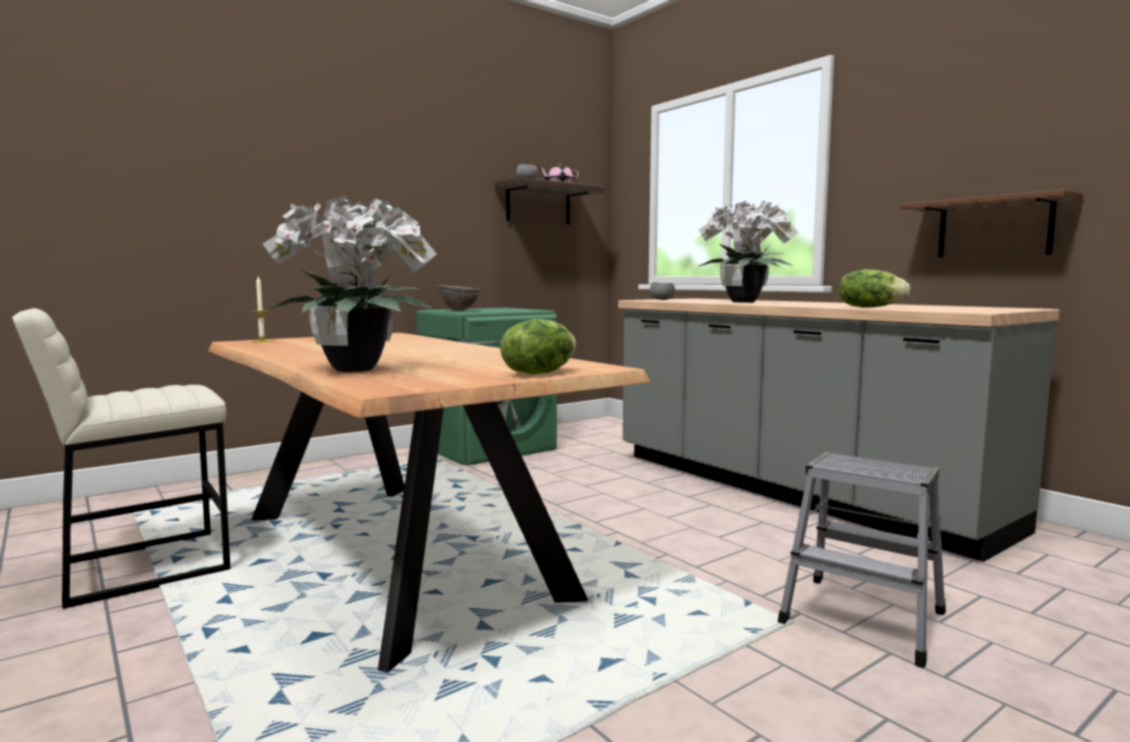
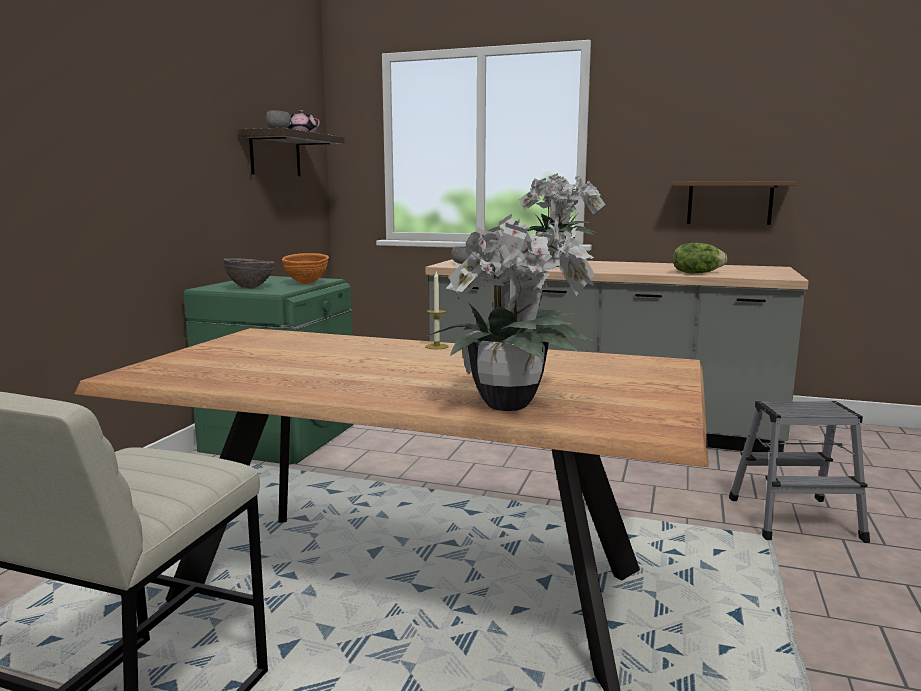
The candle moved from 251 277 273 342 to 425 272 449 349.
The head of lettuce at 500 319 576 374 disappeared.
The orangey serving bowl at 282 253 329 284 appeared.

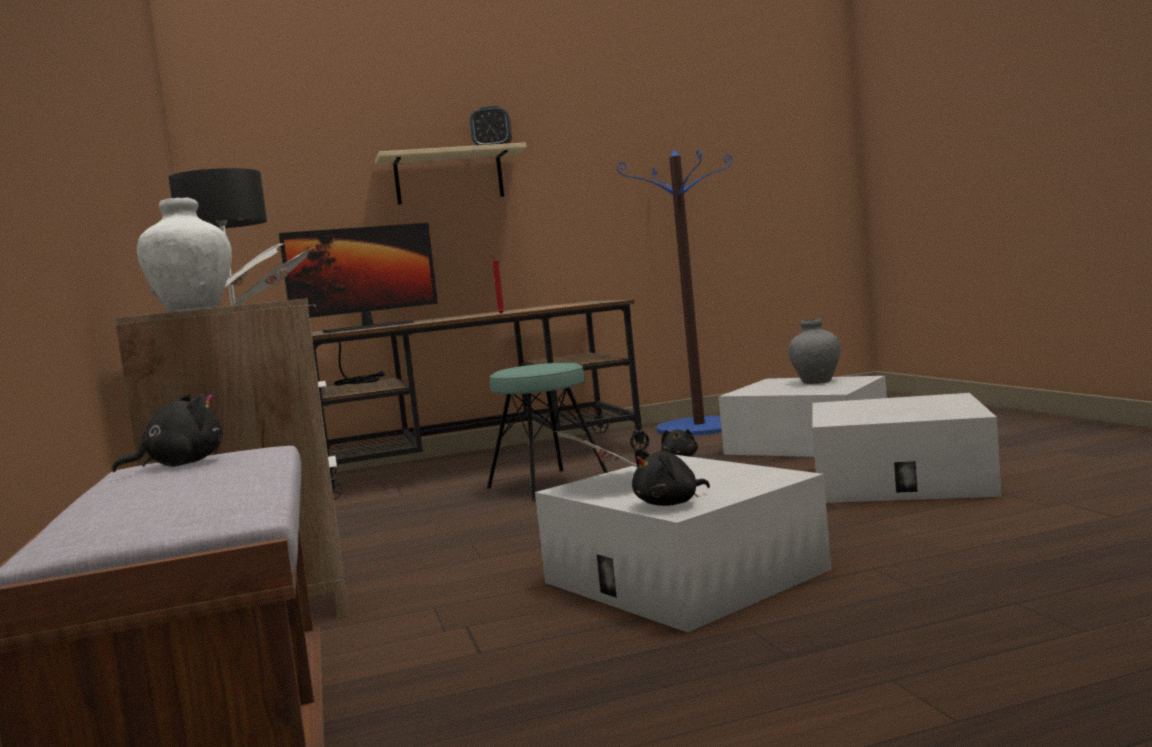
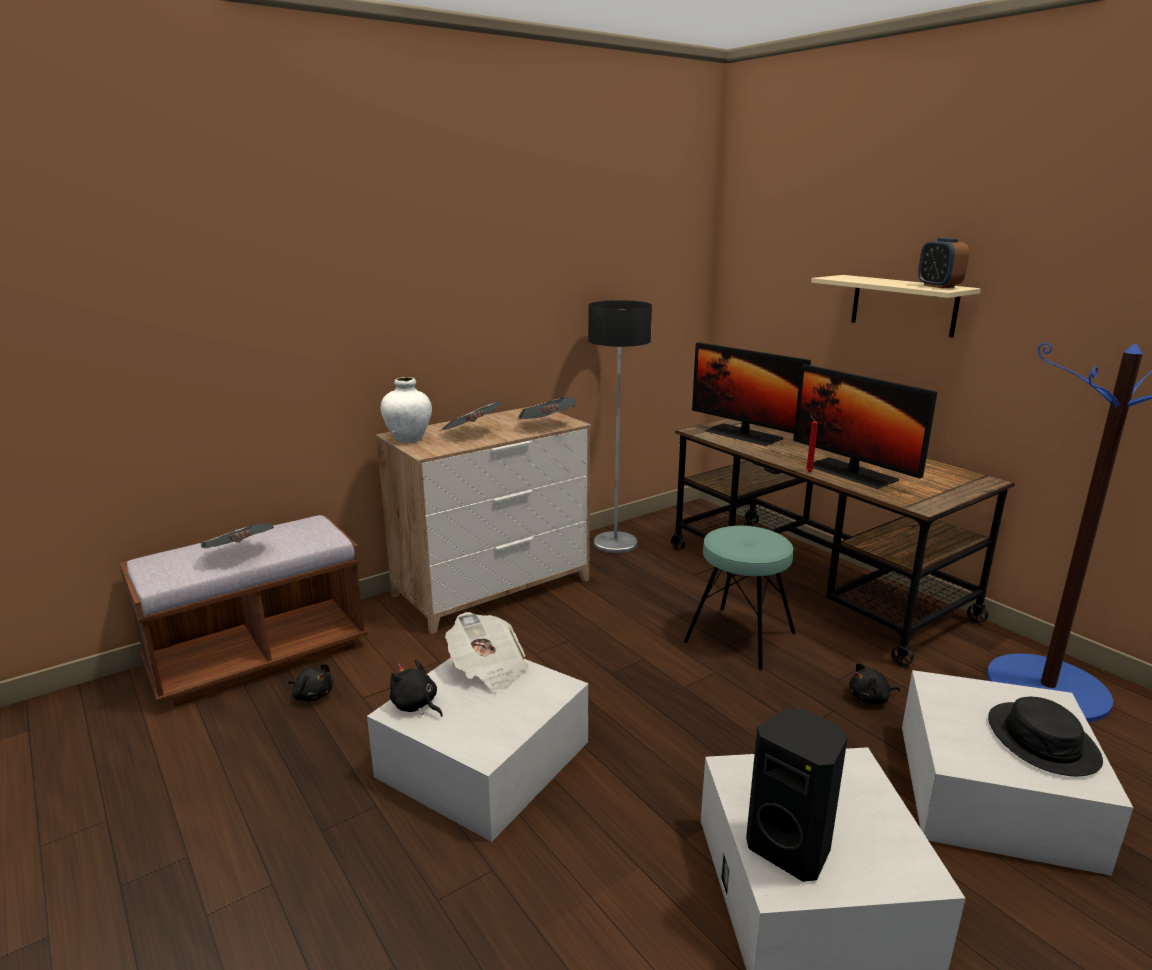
The gray vase at 788 318 840 384 was replaced by the blackish wearable hat at 988 697 1103 776.
The blackish plush toy moved from 112 394 223 473 to 288 664 333 702.
The computer screen at 793 364 937 489 appeared.
The printed paper at 201 523 274 549 appeared.
The blackish speaker at 746 709 848 882 appeared.

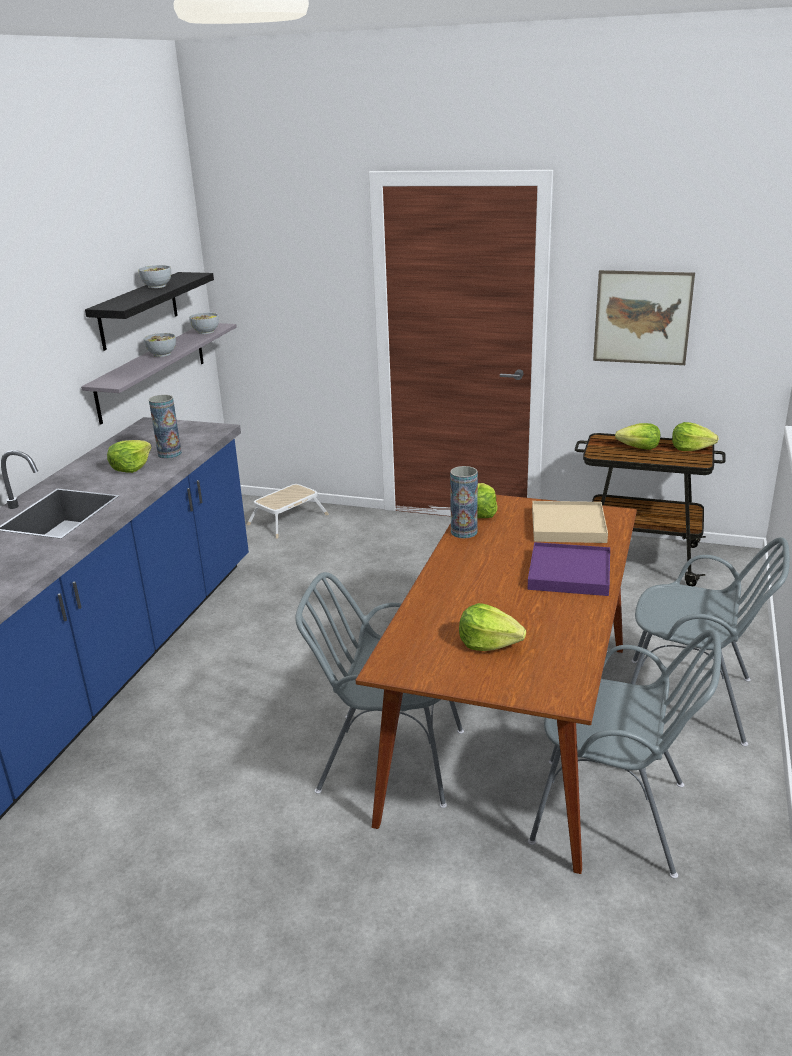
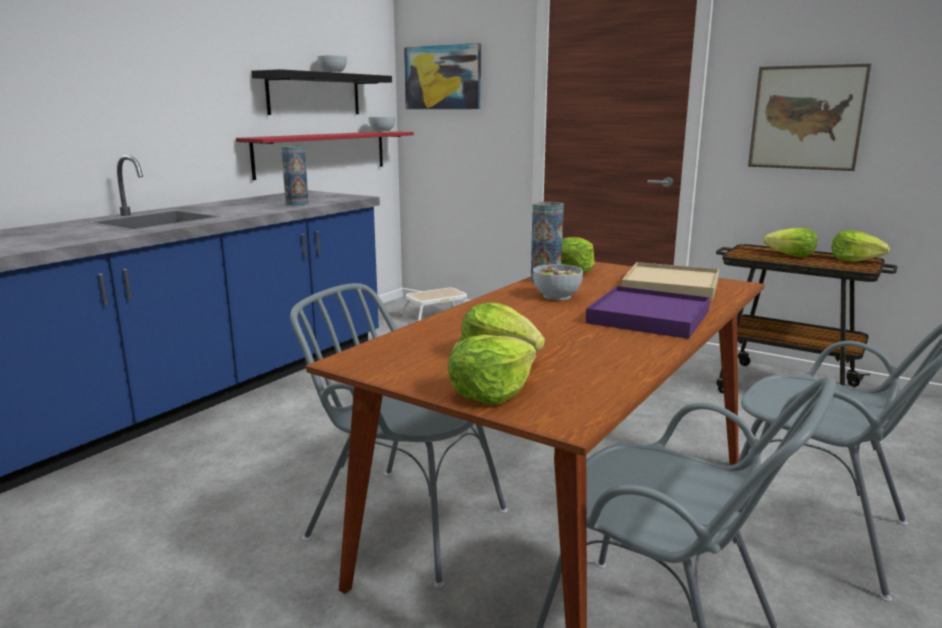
The gray wall shelf at 81 323 237 425 became the red wall shelf at 236 131 414 180.
The serving bowl moved from 143 333 176 357 to 533 264 583 300.
The head of lettuce moved from 107 440 152 473 to 447 335 536 405.
The wall art at 404 43 481 109 appeared.

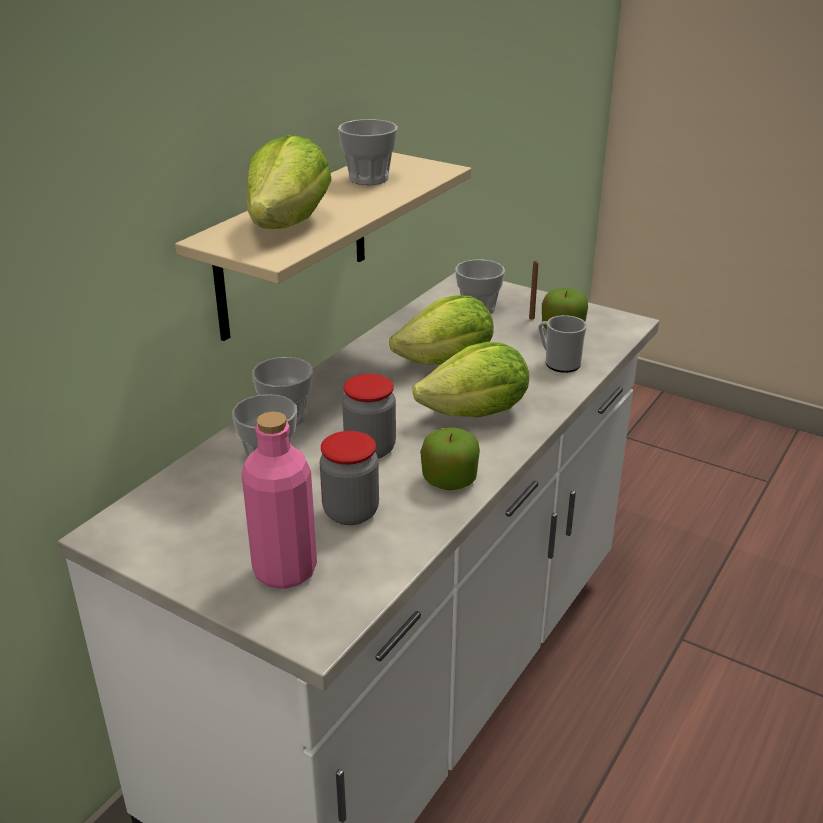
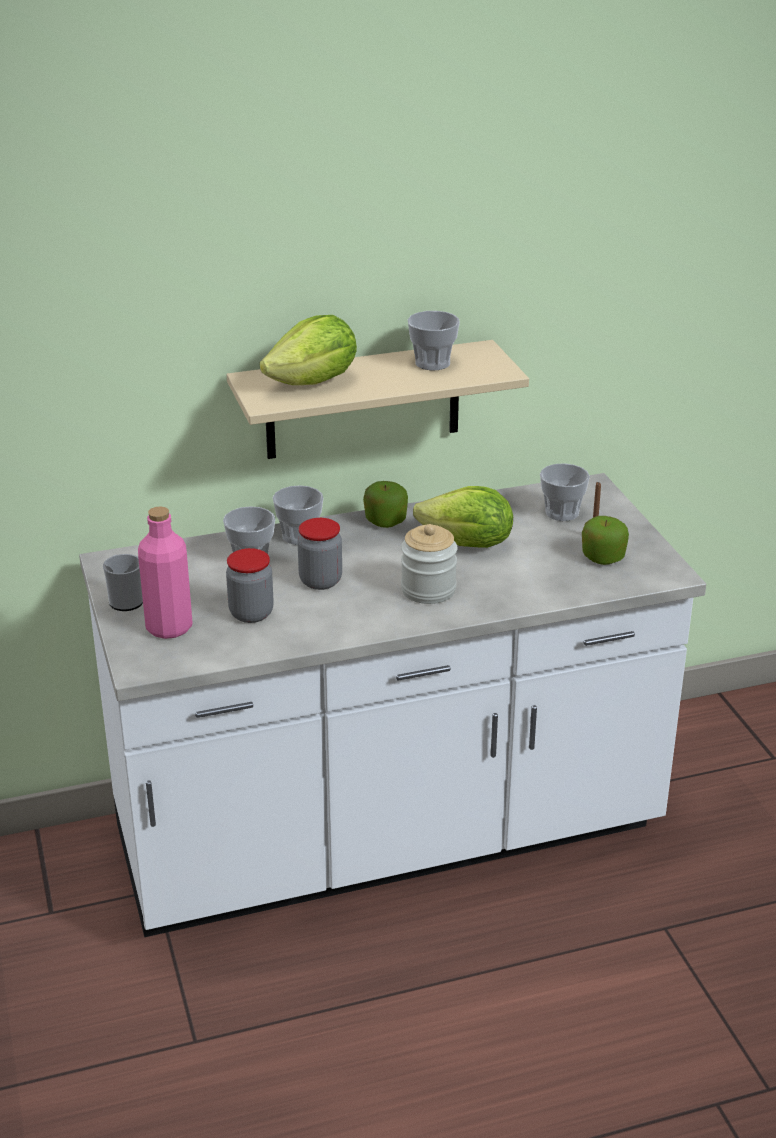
The mug moved from 538 315 587 373 to 103 554 143 611.
The head of lettuce at 412 342 529 417 was replaced by the preserve jar at 401 524 458 604.
The whole apple moved from 420 427 480 490 to 363 481 408 528.

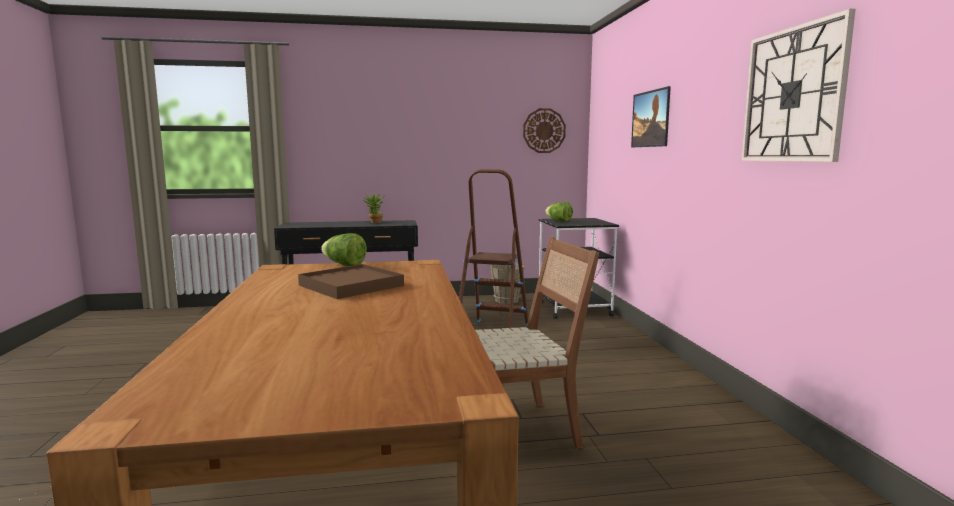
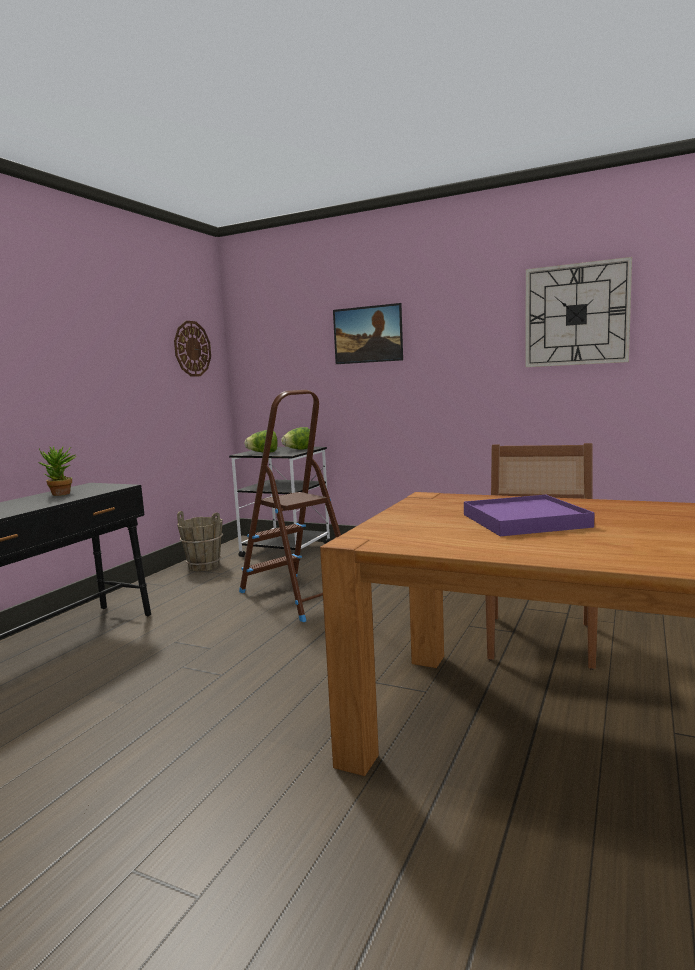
The head of lettuce moved from 321 233 367 266 to 281 427 310 450.
The brown-coloured carrying tray at 298 264 404 299 became the purple carrying tray at 464 495 594 536.

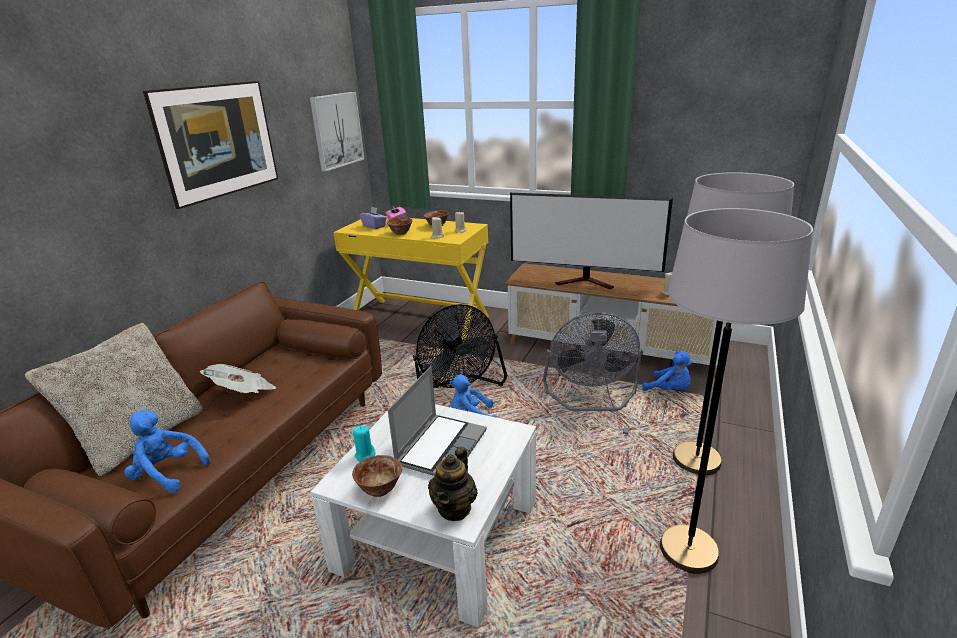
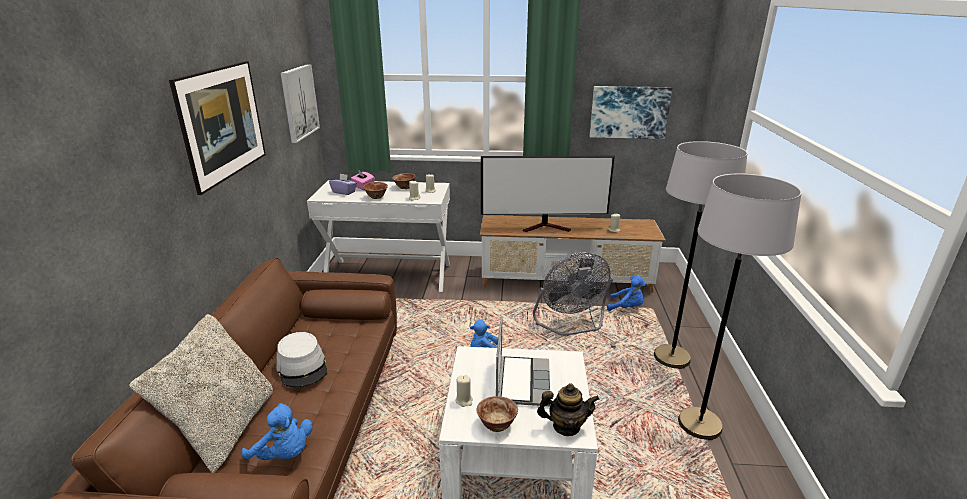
The yellowish narrow table at 333 216 489 342 became the white-coloured narrow table at 307 180 450 292.
The blackish fan at 413 304 507 388 disappeared.
The printed paper at 200 364 277 393 was replaced by the gray wearable hat at 276 332 328 387.
The bluish plush toy at 124 410 210 493 turned 150 degrees counterclockwise.
The turquoise candle at 353 425 376 462 became the beige candle at 456 375 473 407.
The teapot at 428 447 478 521 turned 90 degrees counterclockwise.
The wall art at 590 86 672 139 appeared.

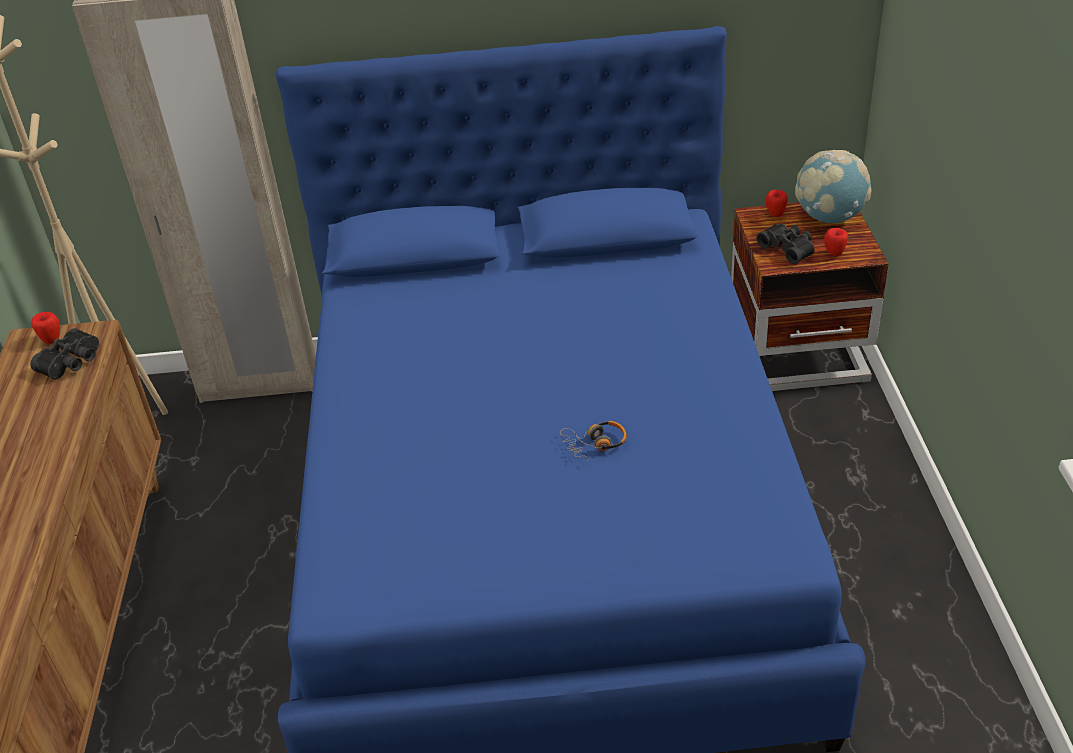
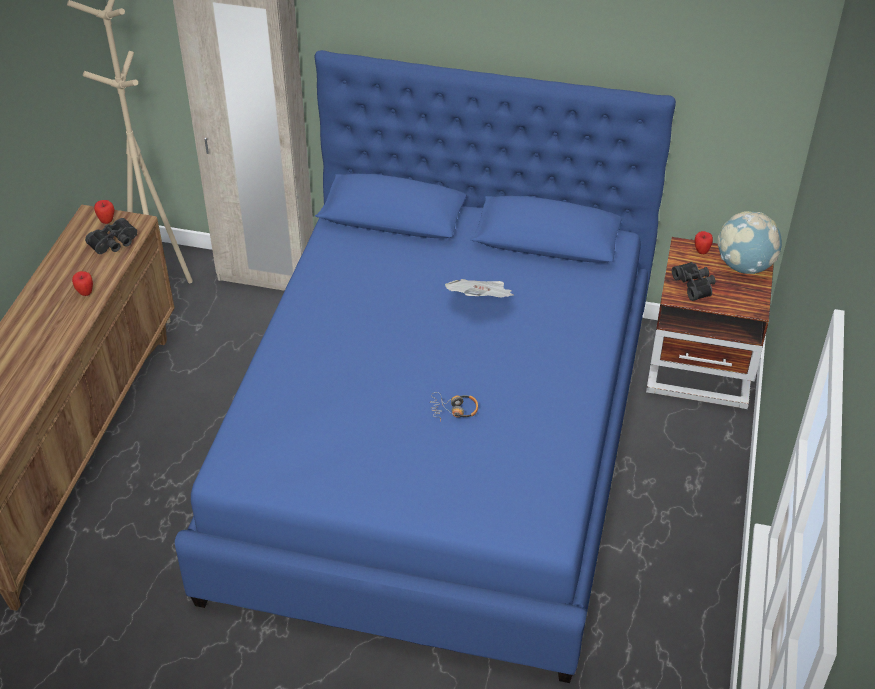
The whole apple moved from 824 228 848 256 to 72 271 93 296.
The printed paper at 445 279 514 298 appeared.

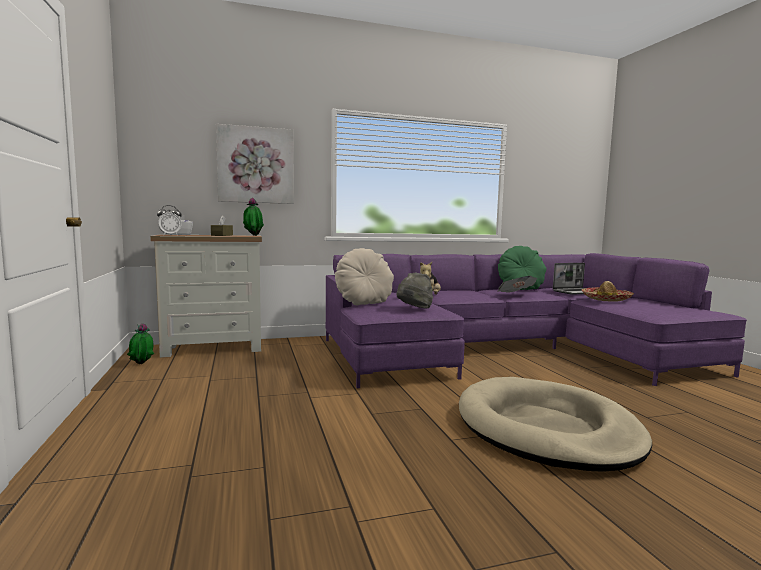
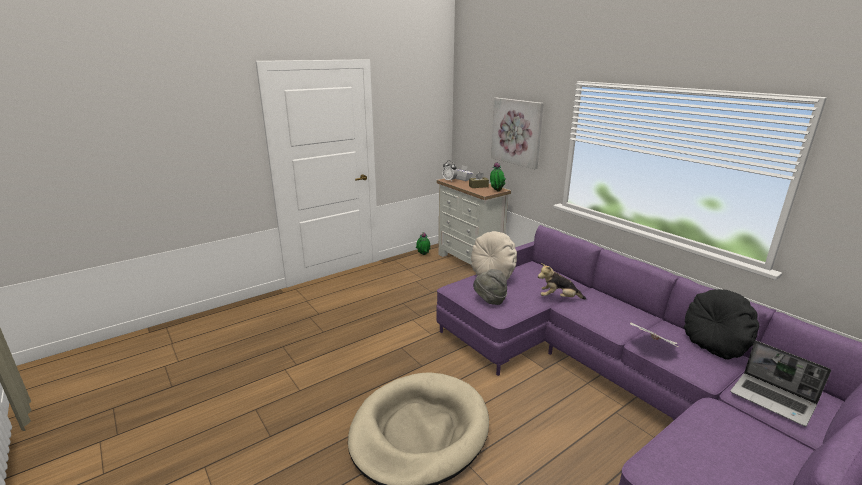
The green cushion at 498 246 546 290 became the blackish cushion at 684 289 759 359.
The wearable hat at 581 281 634 302 disappeared.

